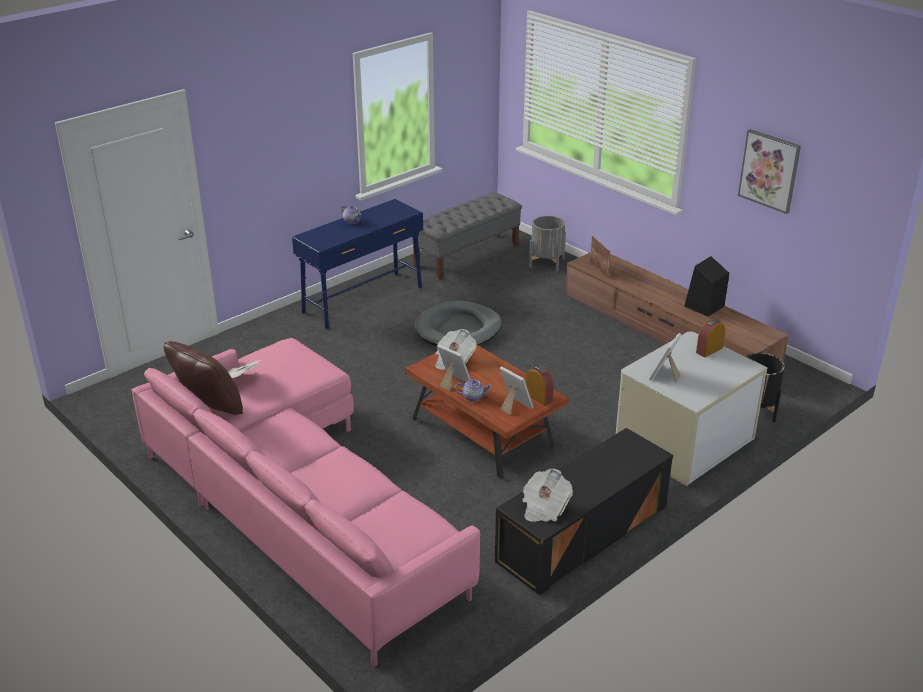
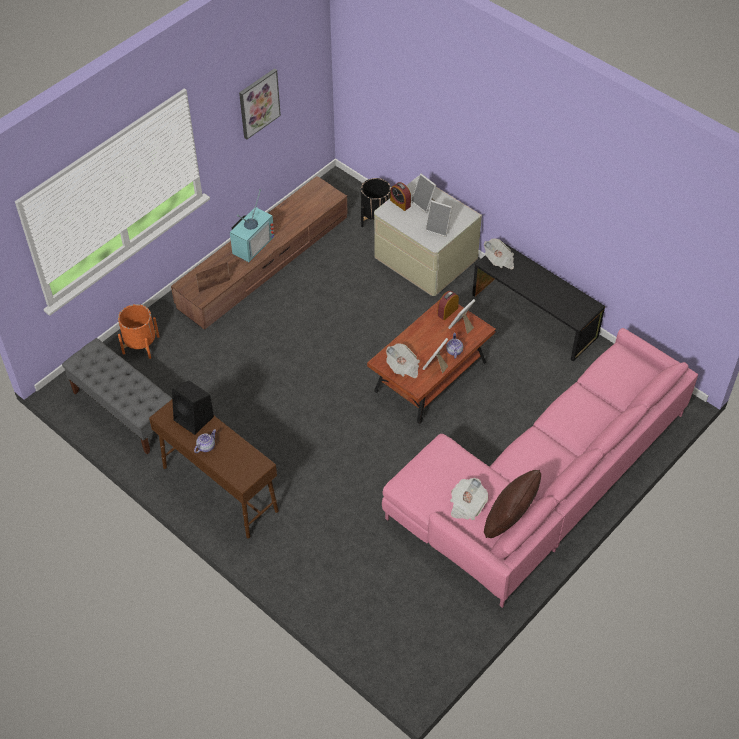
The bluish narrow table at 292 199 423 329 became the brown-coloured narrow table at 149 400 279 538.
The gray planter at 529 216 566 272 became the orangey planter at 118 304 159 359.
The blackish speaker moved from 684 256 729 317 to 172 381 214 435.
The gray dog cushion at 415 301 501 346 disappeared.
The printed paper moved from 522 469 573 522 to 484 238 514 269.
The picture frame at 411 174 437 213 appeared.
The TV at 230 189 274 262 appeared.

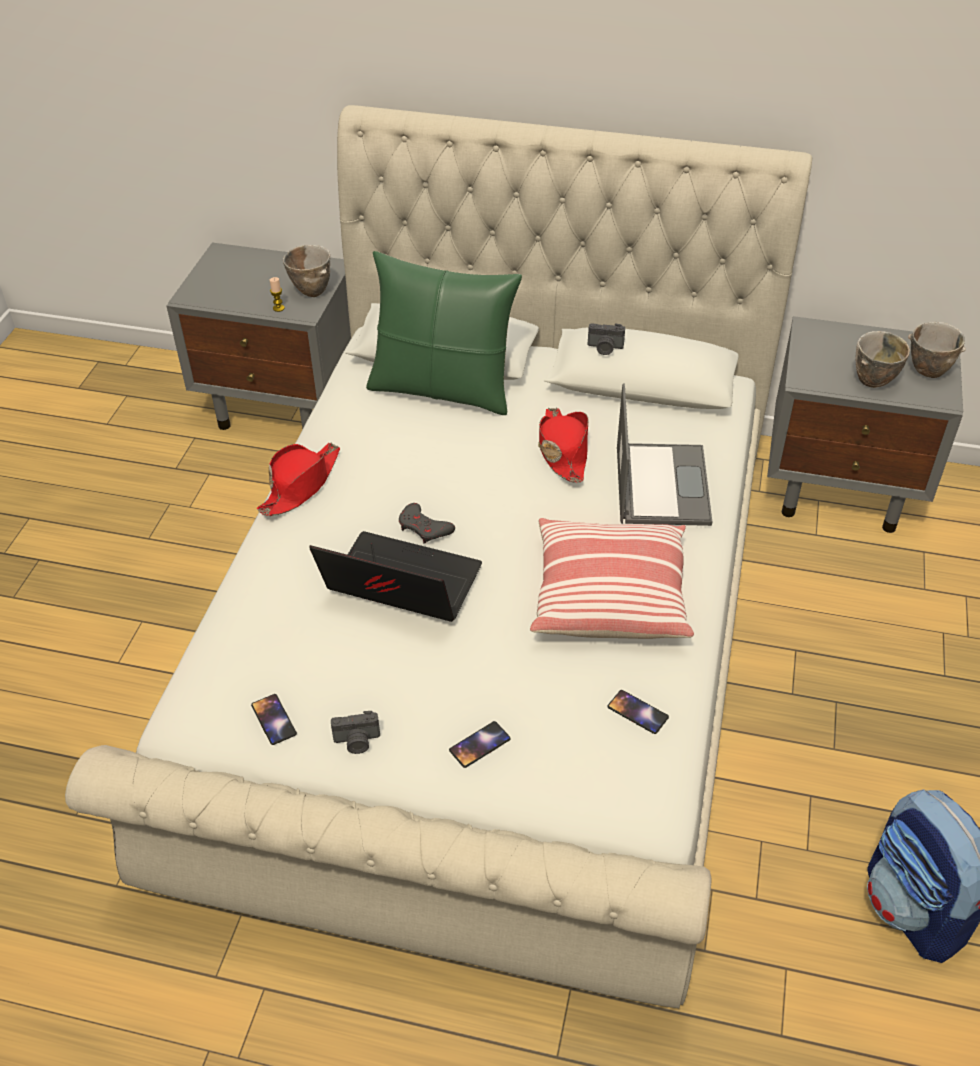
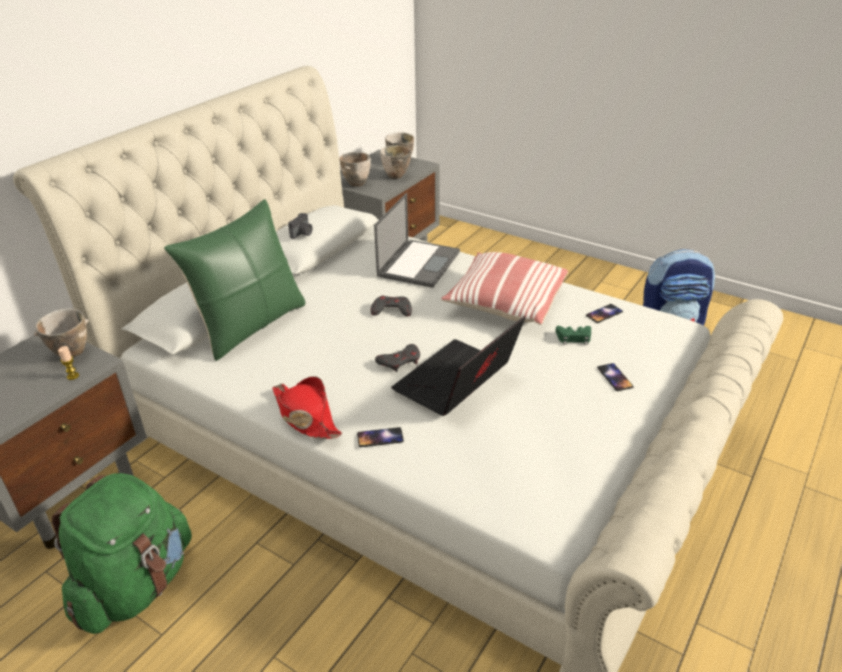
The notebook computer at 617 384 712 526 turned 90 degrees clockwise.
The red wearable hat at 538 408 589 483 disappeared.
The telephone moved from 251 694 297 745 to 357 427 404 447.
The photo camera at 331 711 380 754 disappeared.
The serving bowl at 339 152 371 186 appeared.
The gray gamepad at 370 295 412 316 appeared.
The green gamepad at 555 326 591 345 appeared.
The green knapsack at 52 473 192 634 appeared.

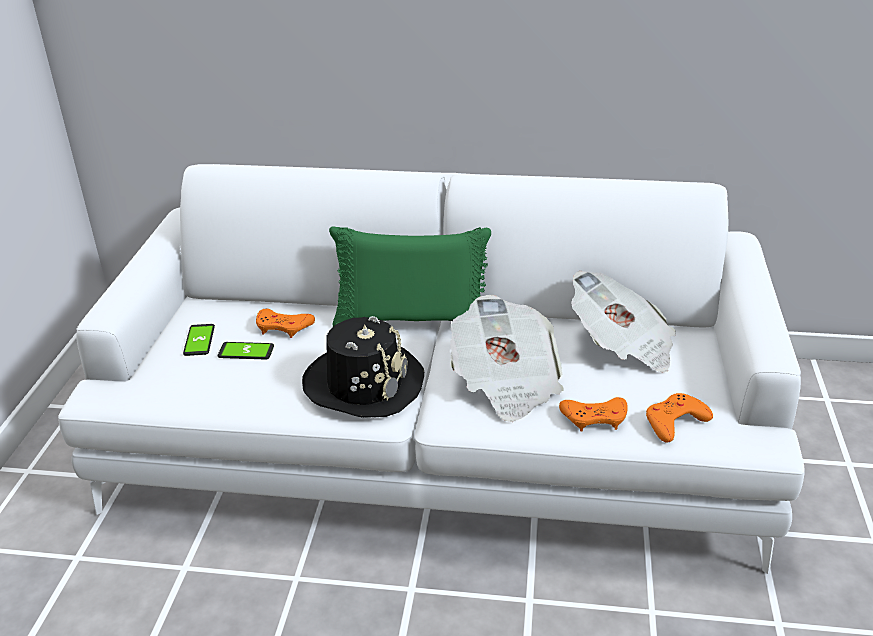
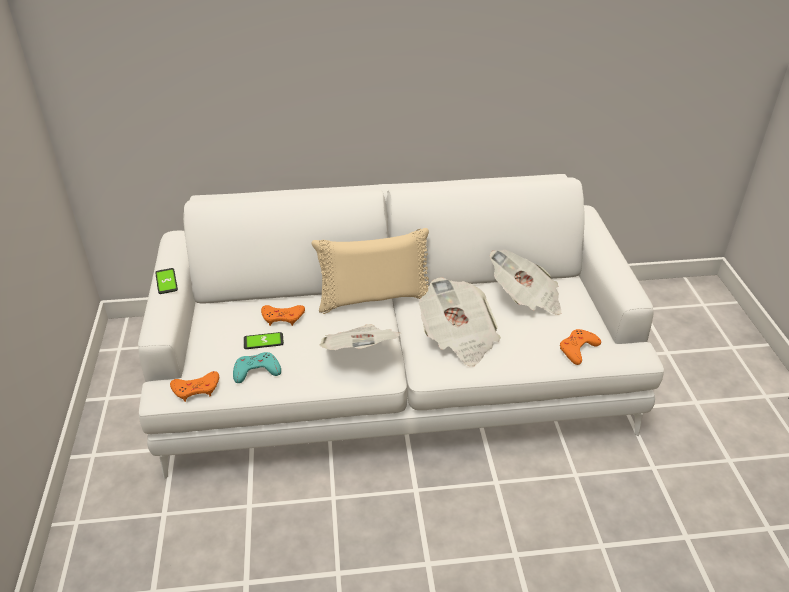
The green cushion at 329 226 491 327 became the beige cushion at 311 228 429 314.
The blackish wearable hat at 302 316 424 418 was replaced by the printed paper at 320 324 400 350.
The telephone moved from 183 324 215 356 to 155 268 178 294.
The orangey gamepad moved from 559 397 628 431 to 170 371 219 402.
The turquoise gamepad at 233 352 281 383 appeared.

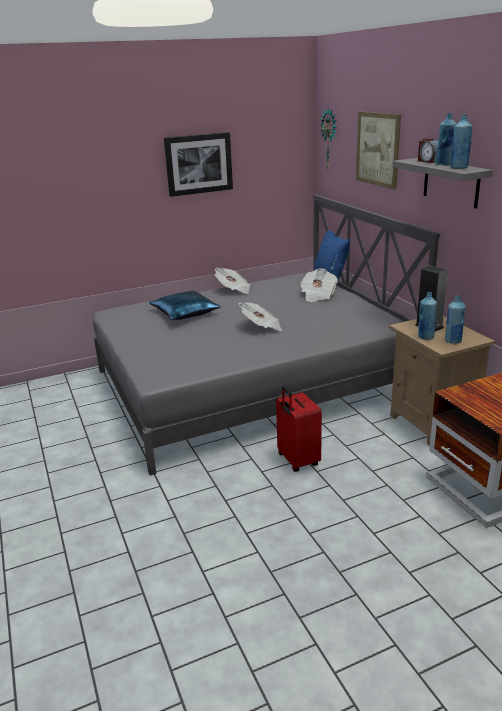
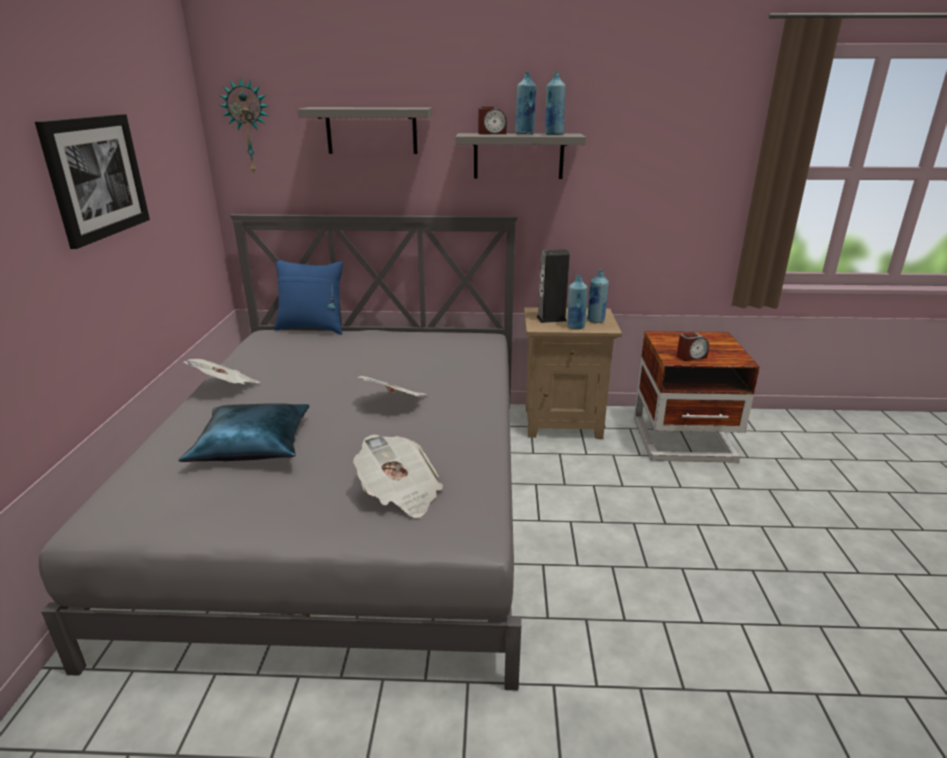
The wall art at 356 112 401 189 was replaced by the gray wall shelf at 297 107 432 154.
The printed paper moved from 300 269 338 302 to 353 434 443 518.
The red travel case at 276 386 322 472 disappeared.
The table clock at 677 332 709 361 appeared.

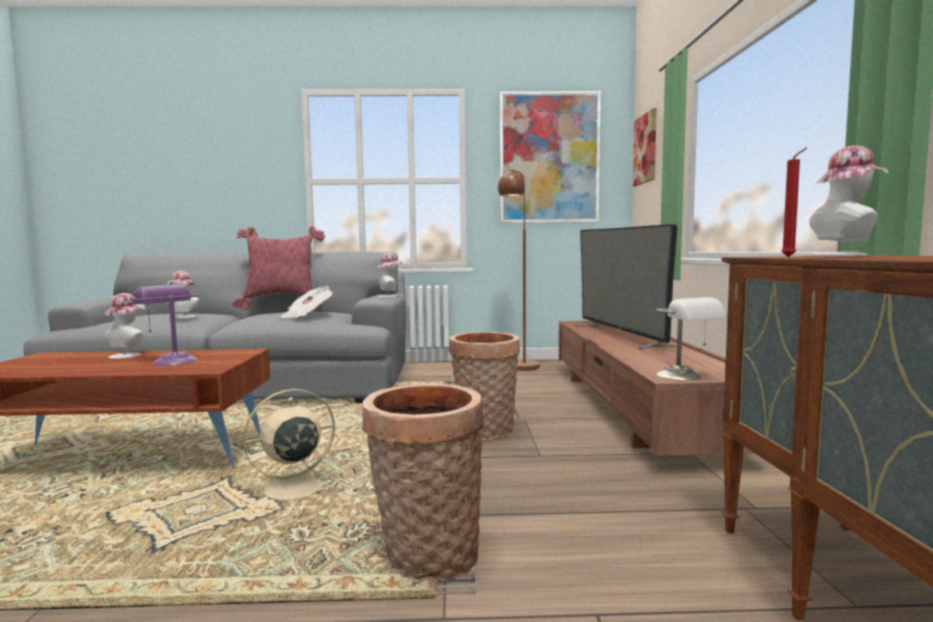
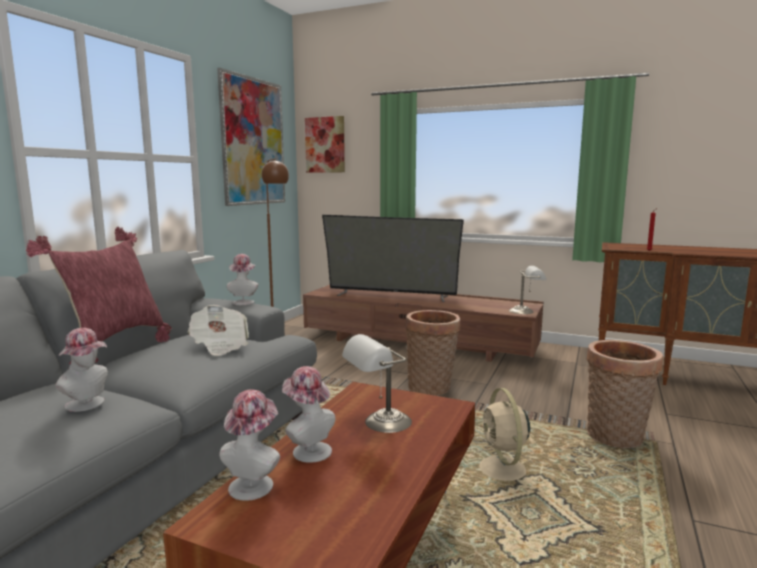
The wearable hat moved from 809 146 889 256 to 219 389 280 501.
The purple table lamp at 130 285 200 366 became the white-coloured table lamp at 342 334 412 433.

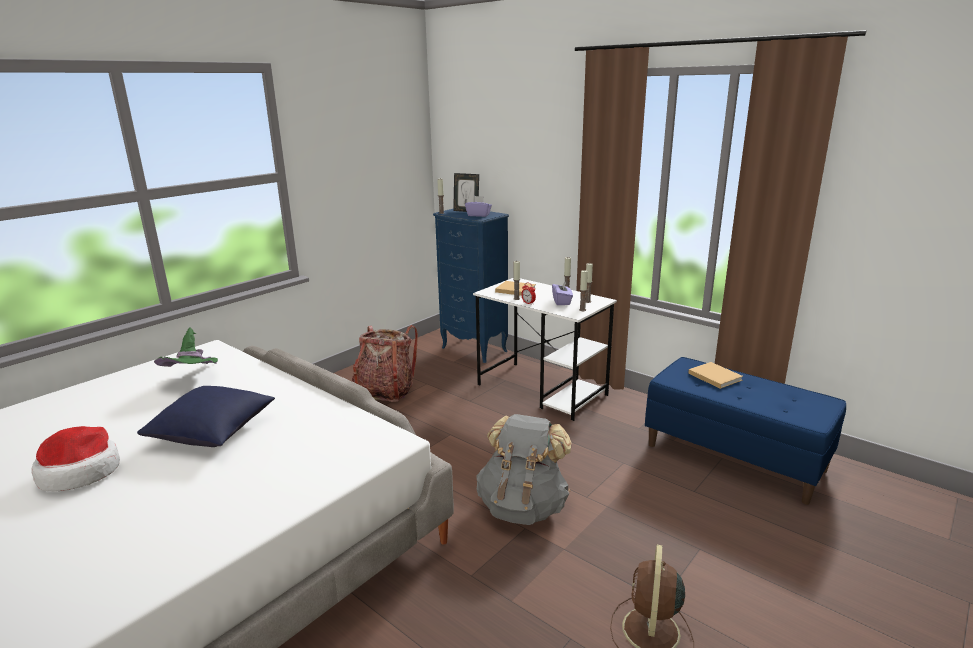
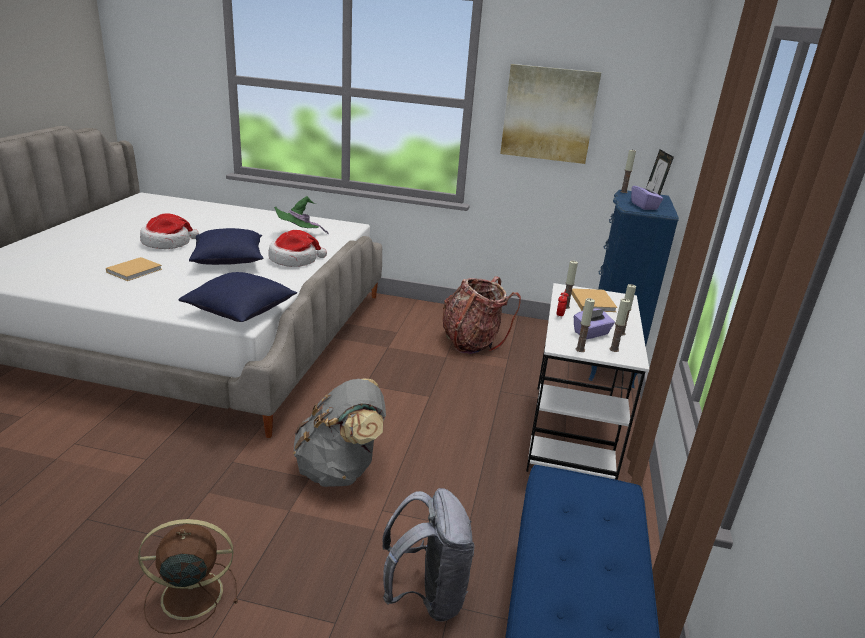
The beige book moved from 688 362 743 389 to 106 257 162 281.
The wall art at 500 64 601 164 appeared.
The wearable hat at 268 230 327 267 appeared.
The bluish cushion at 178 272 297 322 appeared.
The gray knapsack at 382 488 474 622 appeared.

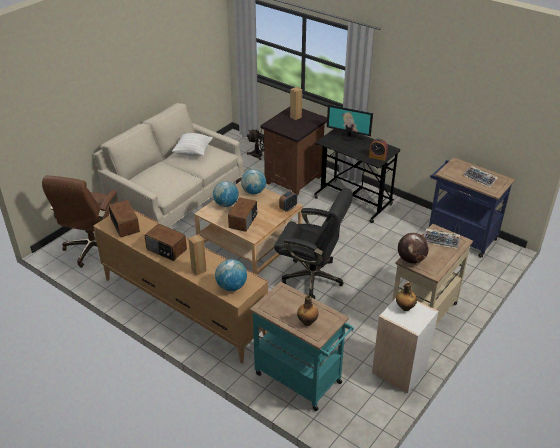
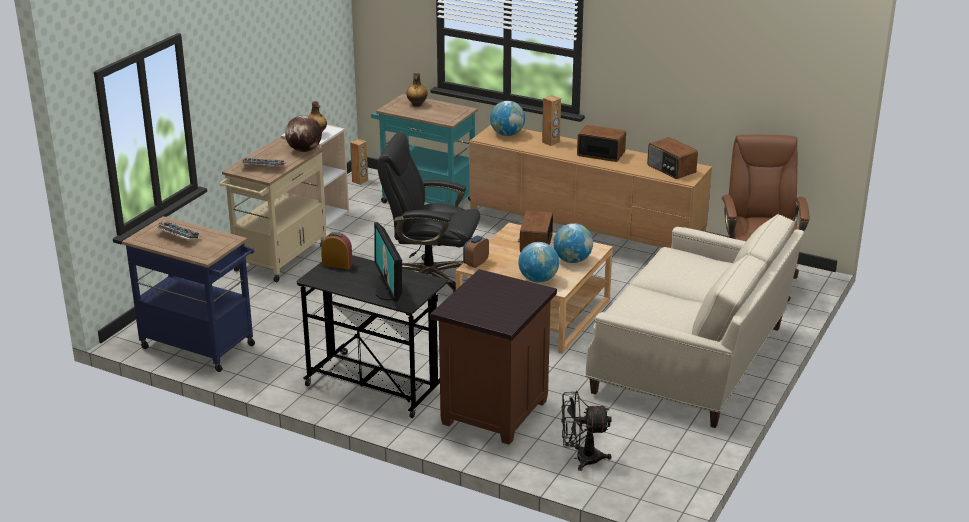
The brown-coloured speaker moved from 290 87 302 120 to 350 139 368 185.
The computer screen at 327 104 373 141 turned 120 degrees counterclockwise.
The white-coloured cushion at 172 133 213 156 disappeared.

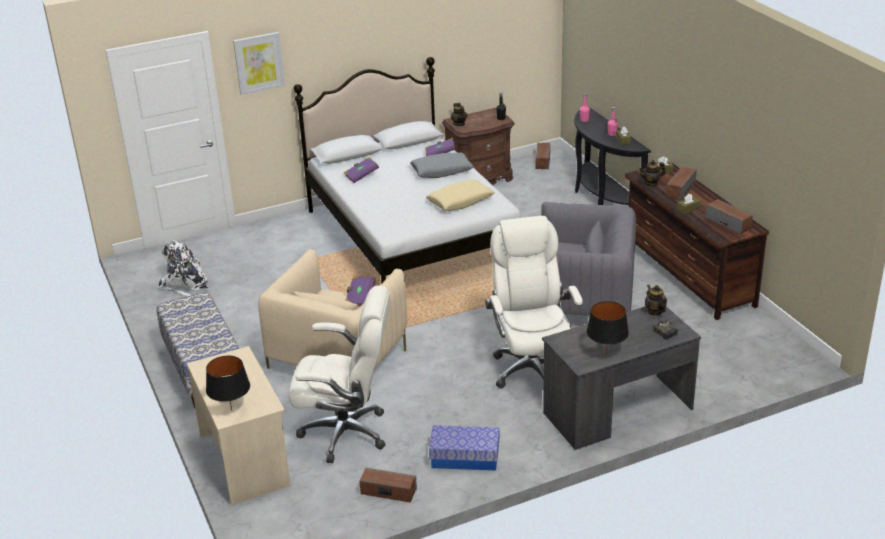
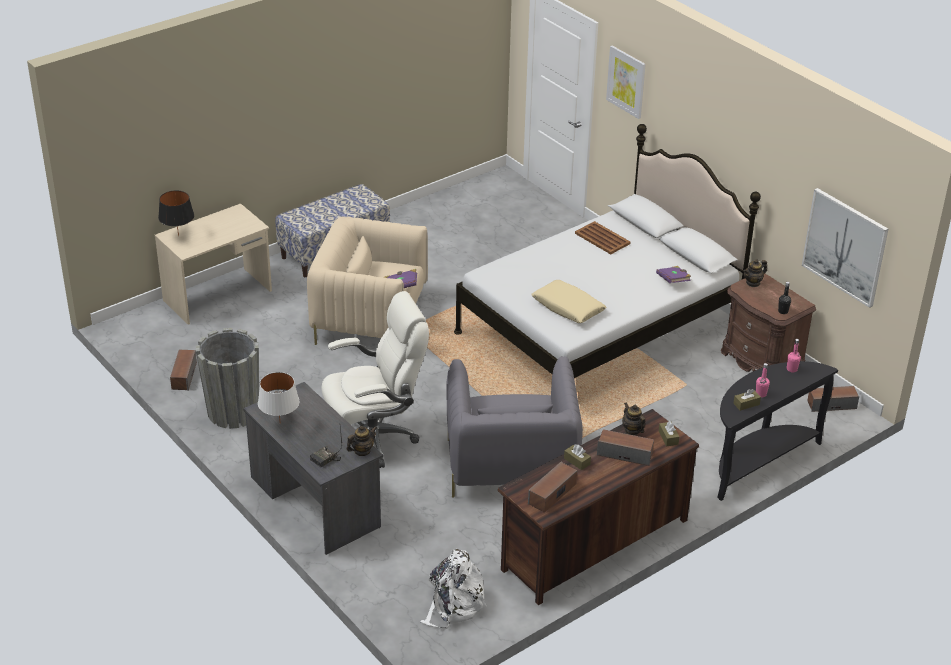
The gray cushion at 410 152 473 178 disappeared.
The purple book at 344 157 379 183 was replaced by the brown-coloured carrying tray at 575 221 631 254.
The white-coloured knapsack moved from 158 240 208 296 to 421 549 486 629.
The white-coloured desk chair at 288 285 390 463 disappeared.
The blackish table lamp at 586 301 629 355 became the white-coloured table lamp at 258 372 299 419.
The storage container at 429 425 499 470 was replaced by the gray planter at 196 328 259 429.
The wall art at 802 188 888 308 appeared.

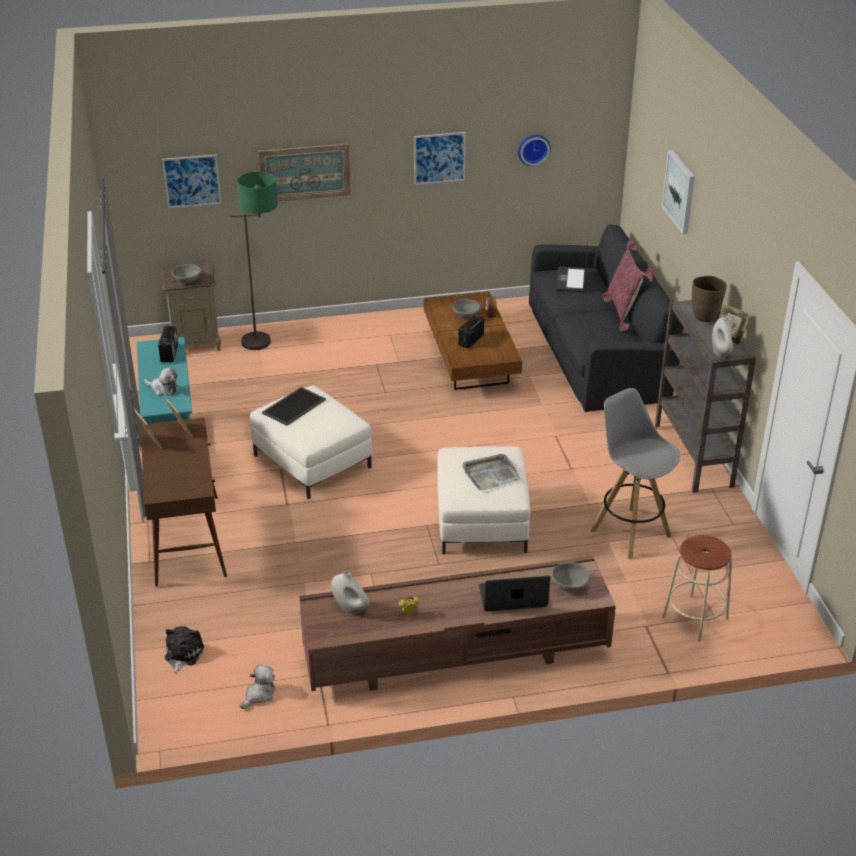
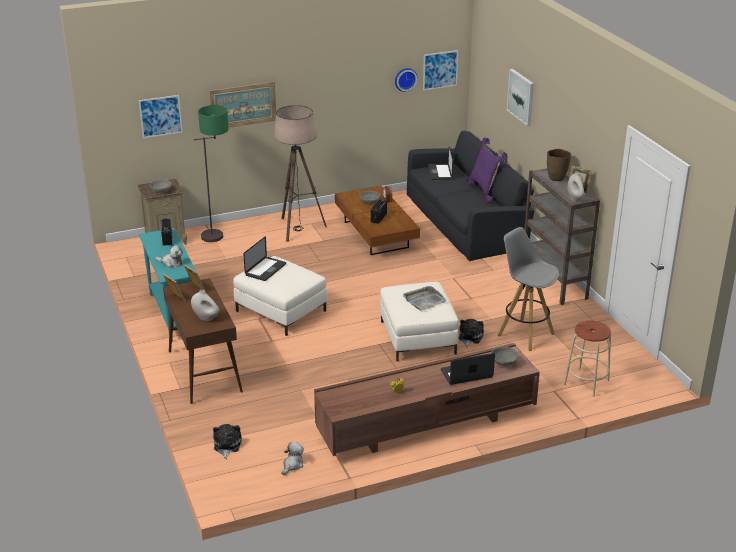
The wall art moved from 414 132 466 185 to 423 50 458 90.
The red cushion at 601 240 654 332 became the purple cushion at 465 137 508 203.
The carrying tray at 262 387 326 426 was replaced by the notebook computer at 243 236 286 281.
The white-coloured vase moved from 331 571 370 614 to 191 289 219 321.
The standing lamp at 274 105 327 242 appeared.
The plush toy at 458 319 484 348 appeared.

